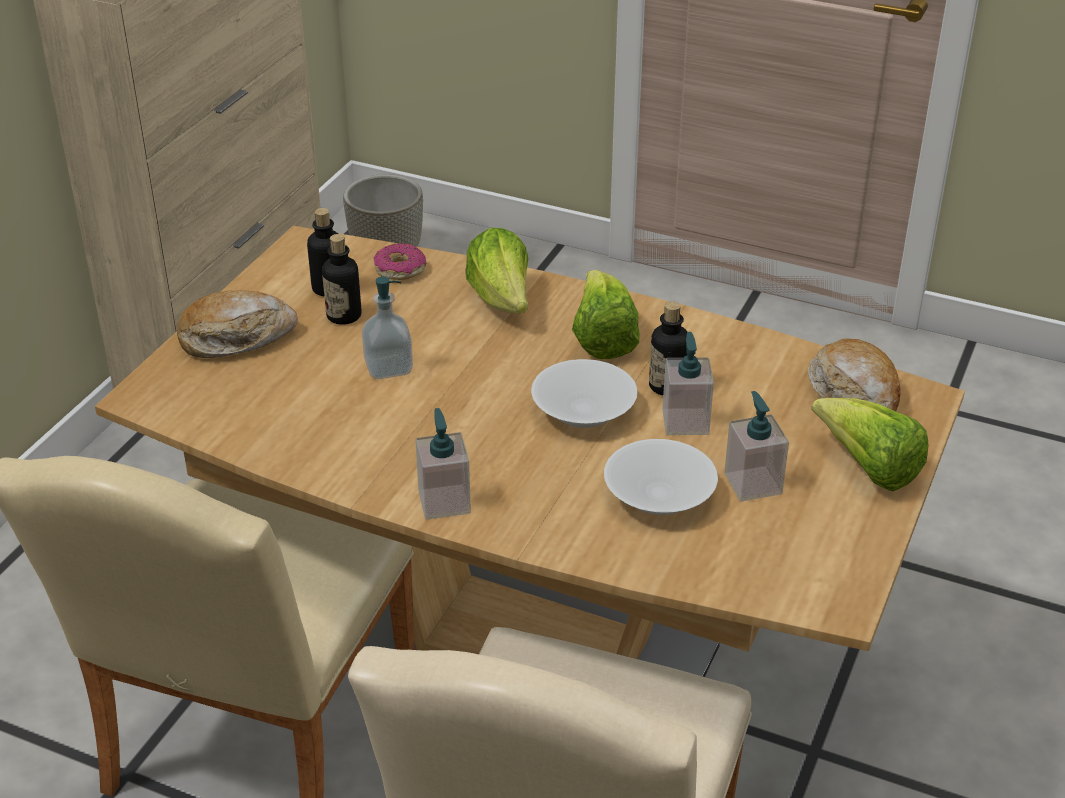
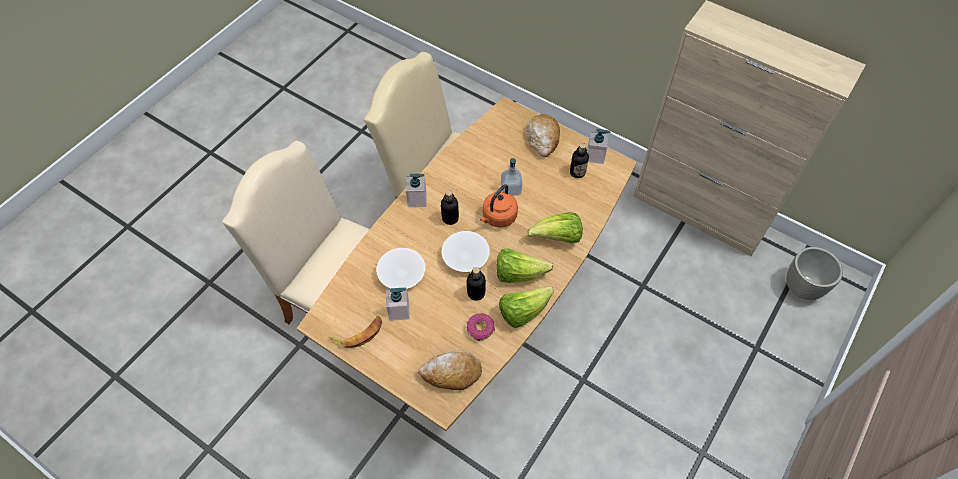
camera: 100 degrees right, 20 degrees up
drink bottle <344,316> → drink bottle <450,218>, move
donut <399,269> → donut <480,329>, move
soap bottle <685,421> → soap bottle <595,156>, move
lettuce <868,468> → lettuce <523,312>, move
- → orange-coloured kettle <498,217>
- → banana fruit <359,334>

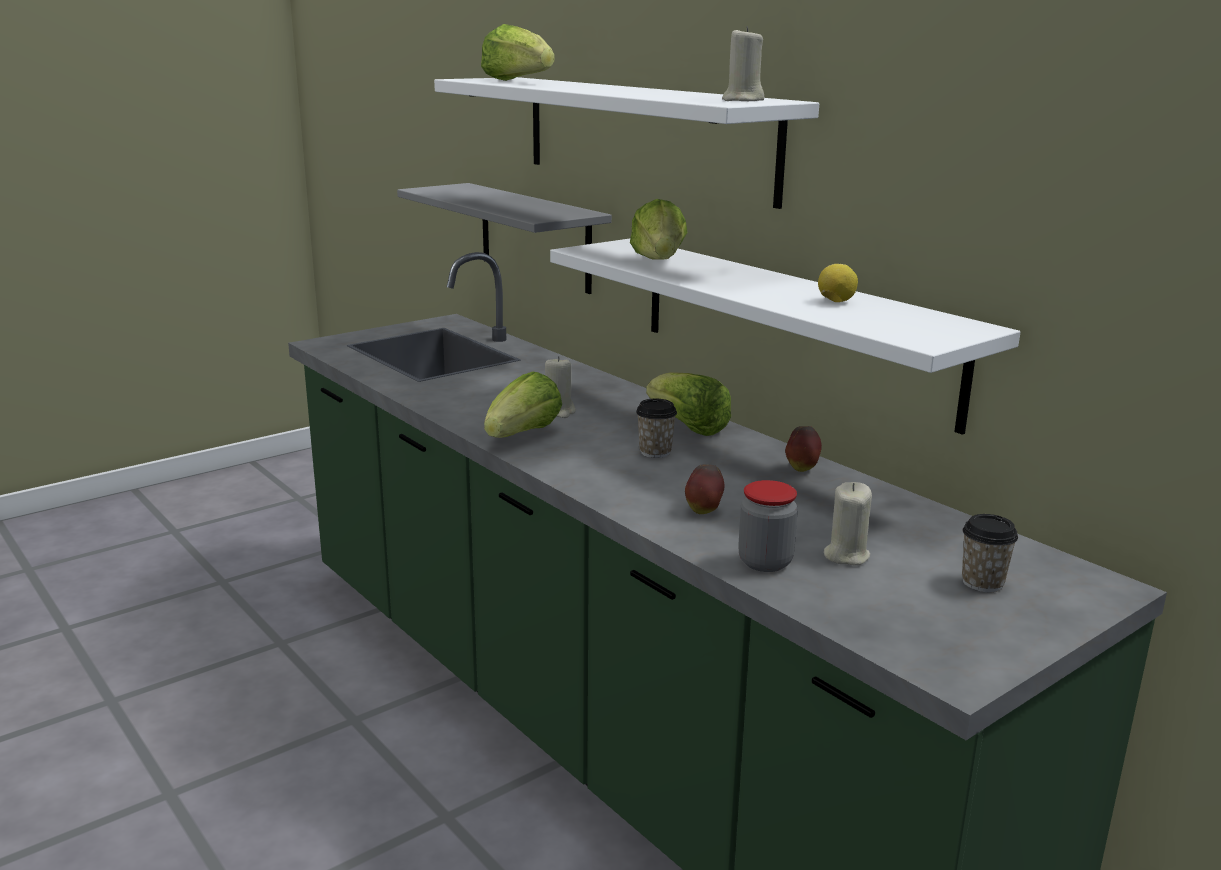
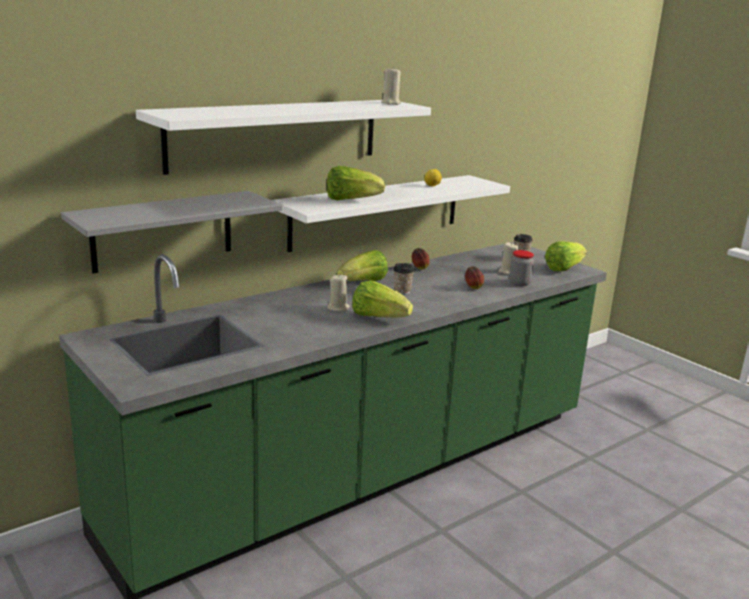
camera: 90 degrees left, 0 degrees up
lettuce <518,81> → lettuce <563,268>, move

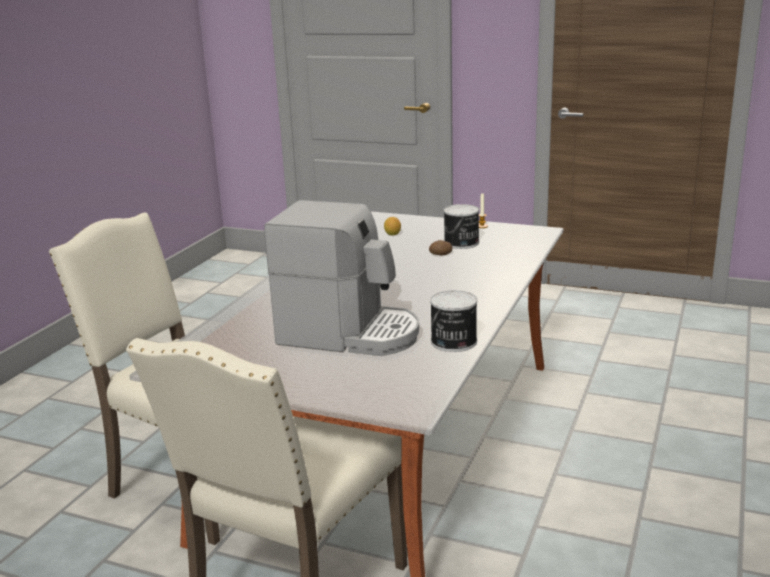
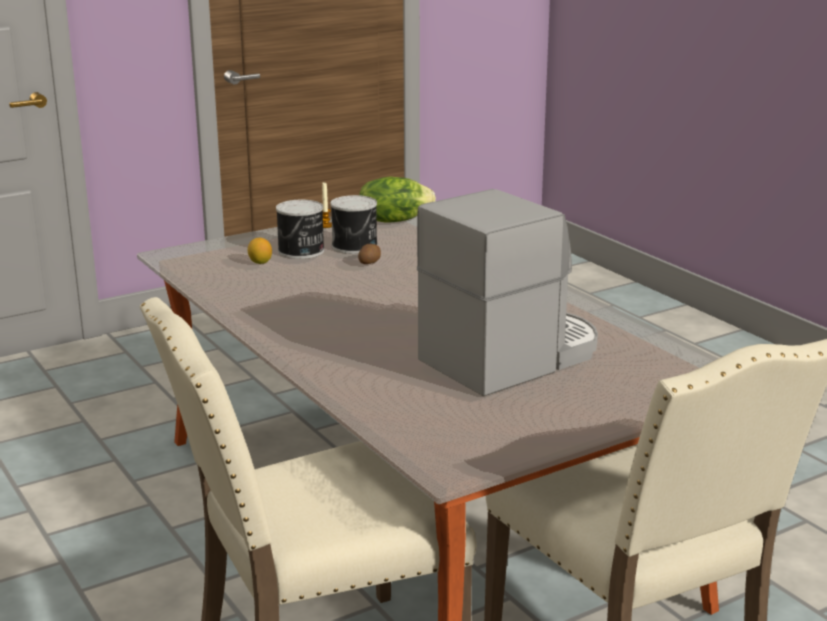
camera: 55 degrees left, 0 degrees up
can <453,342> → can <301,251>, move
- → lettuce <394,220>

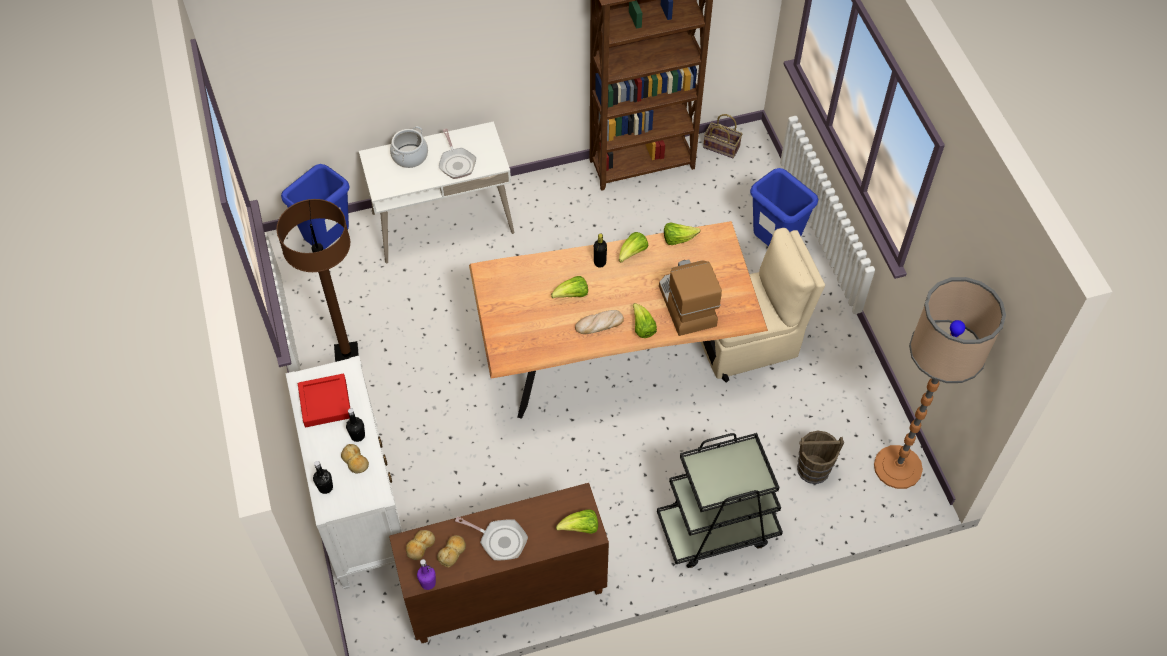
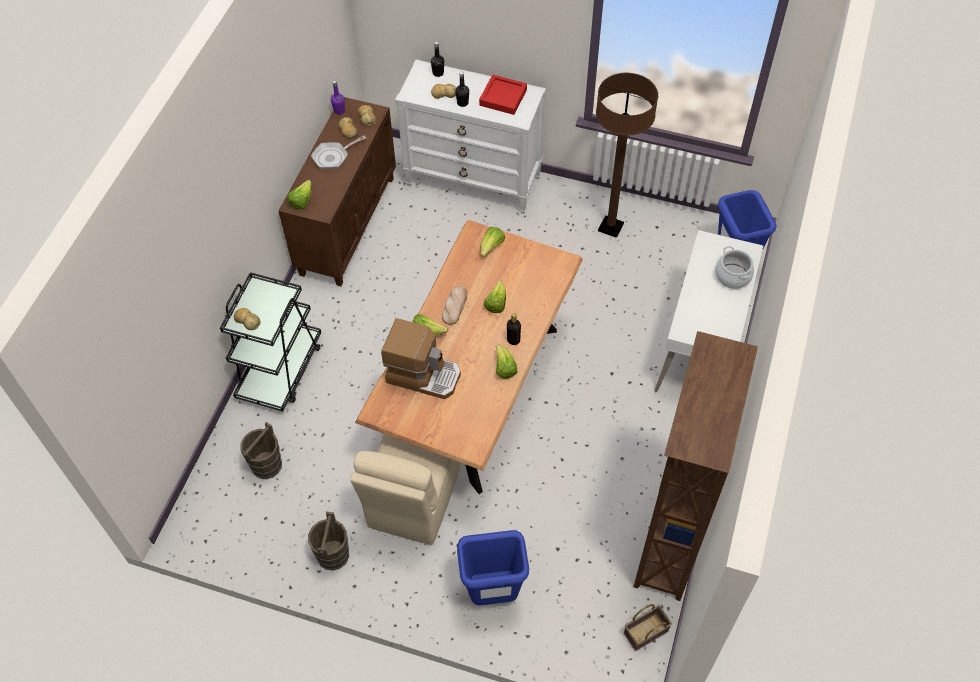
camera: 125 degrees right, 0 degrees up
skillet <456,163> → -
lettuce <678,239> → lettuce <491,247>, move
floor lamp <898,467> → -
- → baked bread <247,321>
- → brown-coloured bucket <333,555>

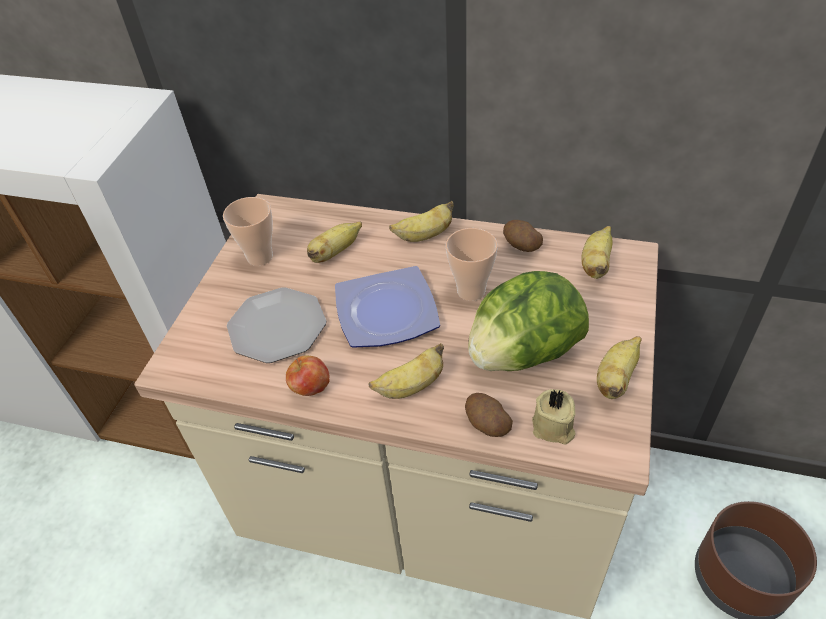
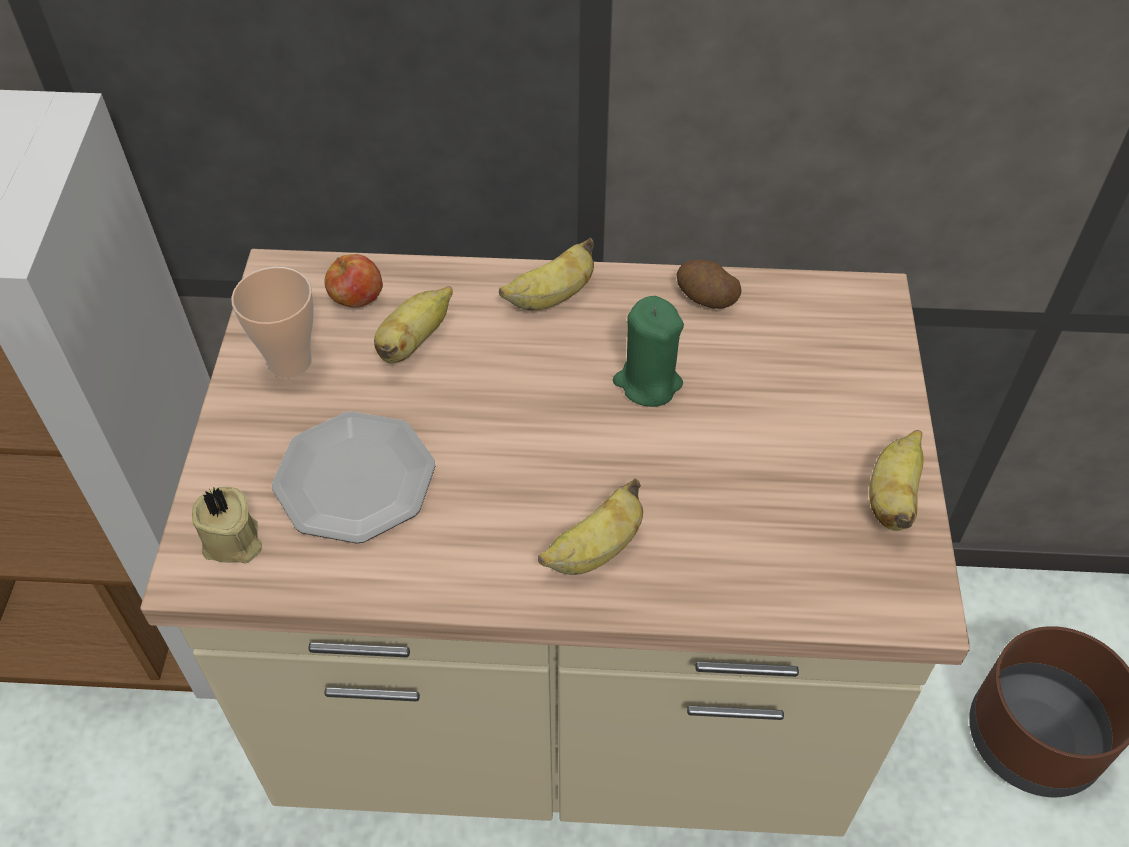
camera: 15 degrees left, 5 degrees up
banana fruit <595,264> → -
cup <471,291> → green candle <647,383>
plate <385,314> → -
lettuce <523,353> → -
whole apple <310,388> → whole apple <357,301>, move
beige candle <553,428> → beige candle <232,542>, move
spud <486,424> → -

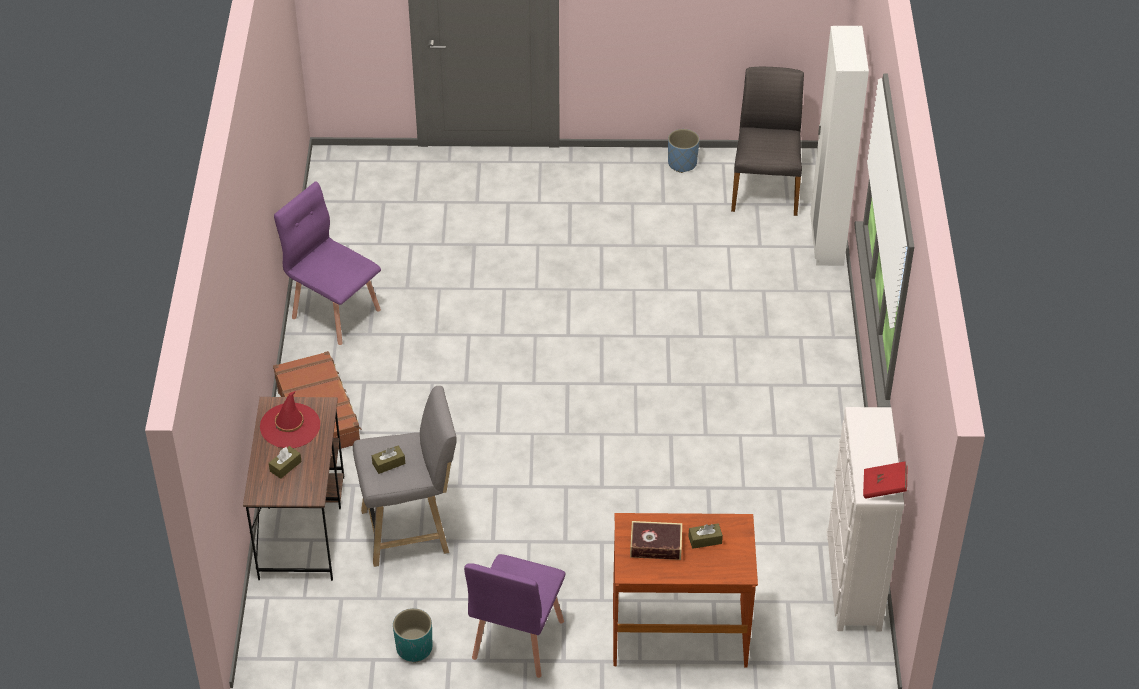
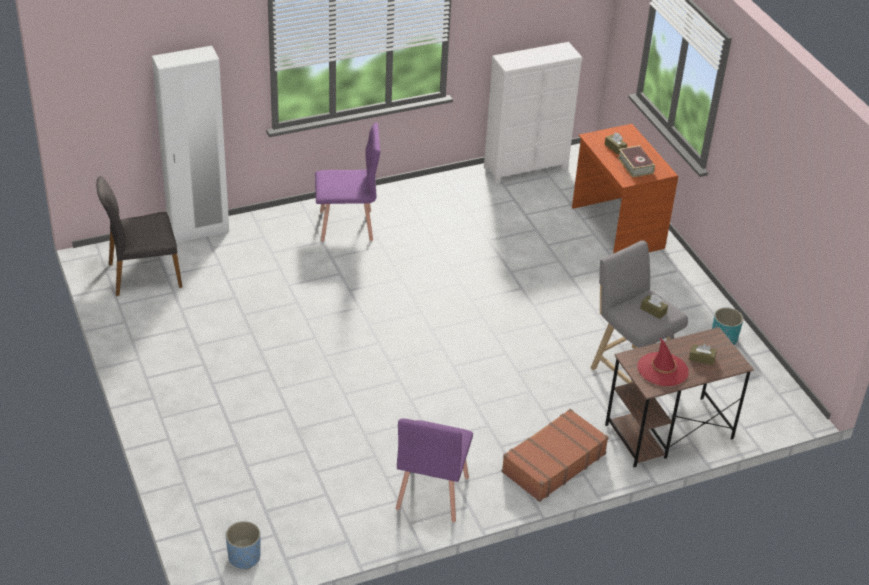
camera: 115 degrees left, 5 degrees down
blue plant pot <682,163> → blue plant pot <244,557>, move
red bound book <884,488> → -
purple-coloured plain chair <517,640> → purple-coloured plain chair <347,226>, move

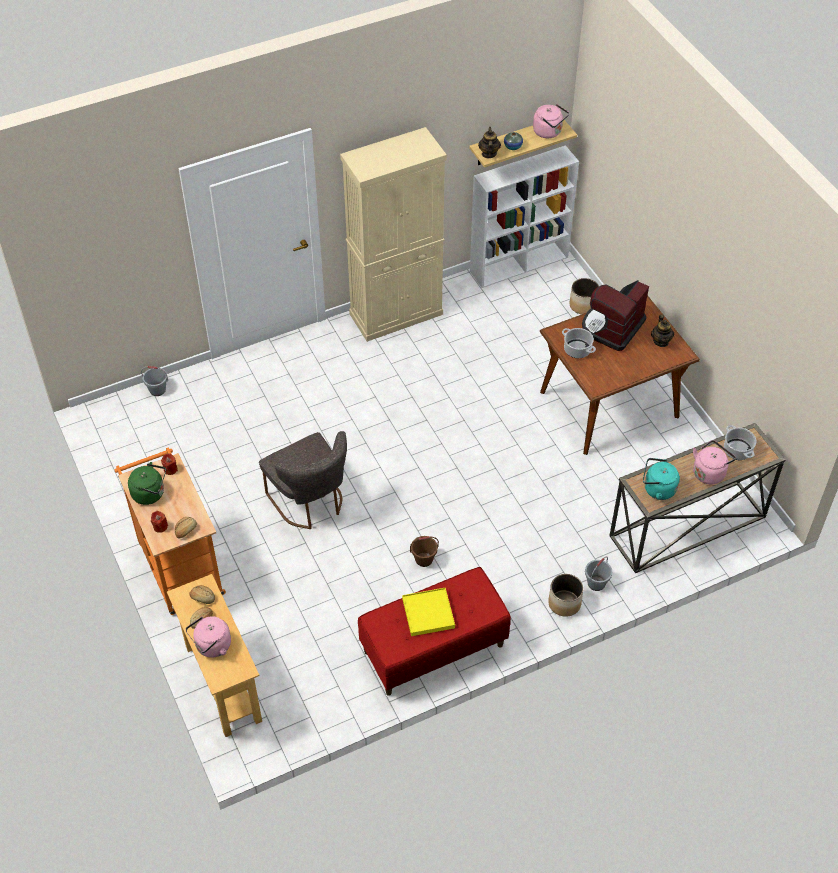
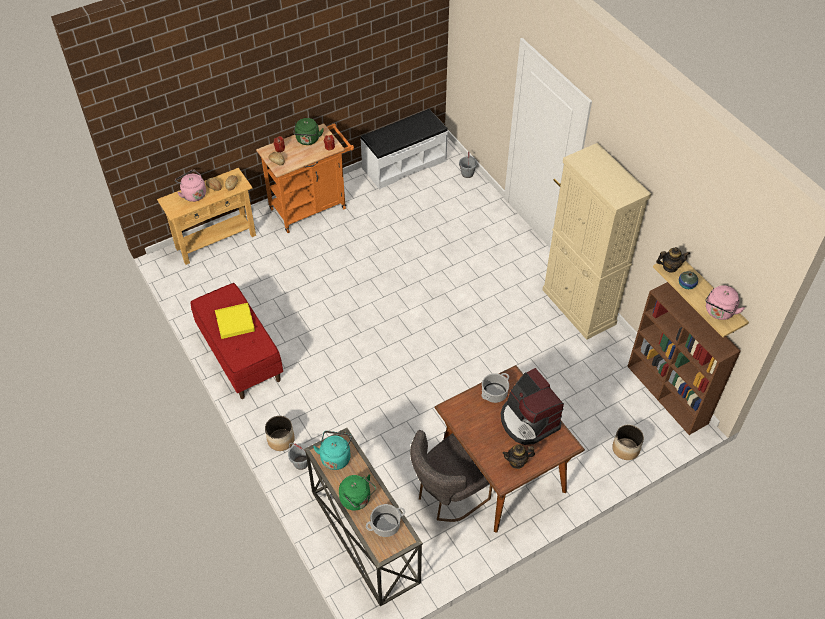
camera: 85 degrees right, 0 degrees up
white-coloured bookcase <520,264> → brown-coloured bookcase <668,395>
coffee machine <612,327> → coffee machine <528,421>, 150 degrees counterclockwise
gray plain chair <310,503> → gray plain chair <447,495>, move
pink-coloured kettle <709,472> → green kettle <357,500>
brown-coloured bucket <424,559> → -
- → white-coloured bench <404,164>

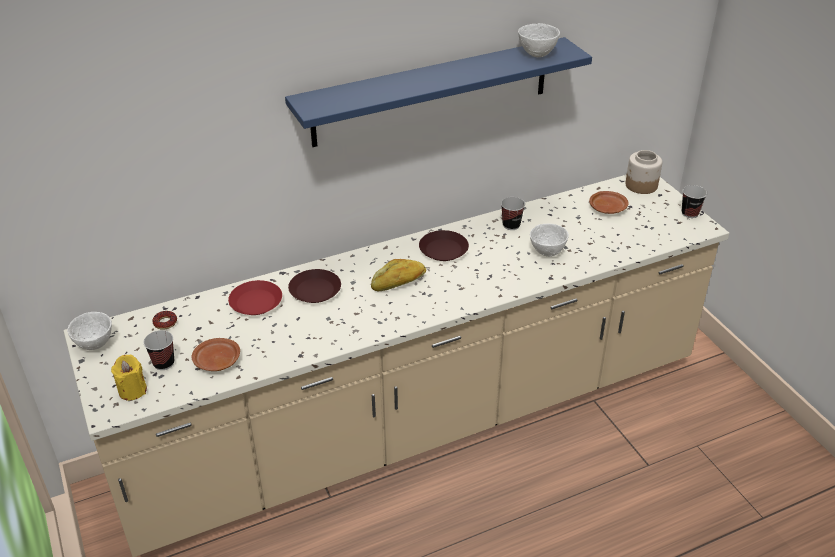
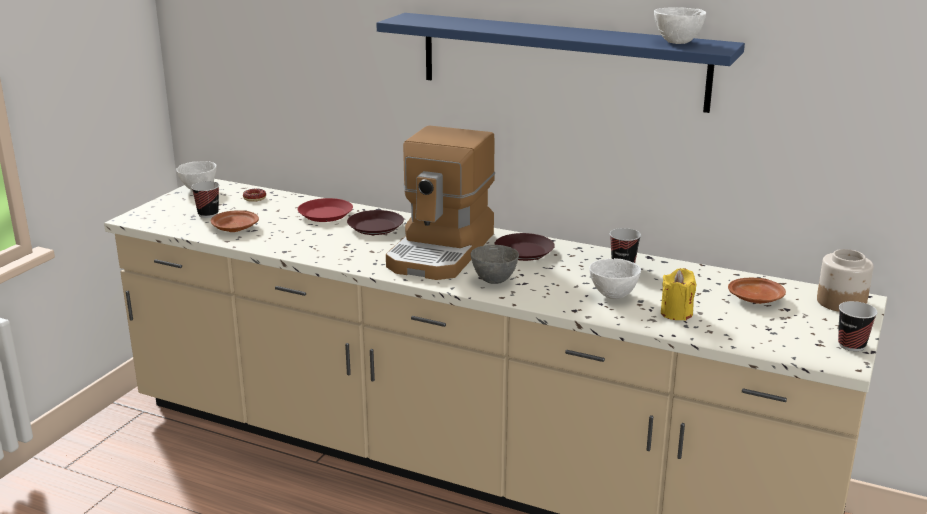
camera: 50 degrees right, 15 degrees down
baked bread <399,282> → coffee machine <442,251>
yellowish candle <132,390> → yellowish candle <676,313>, move
- → gray bowl <493,280>

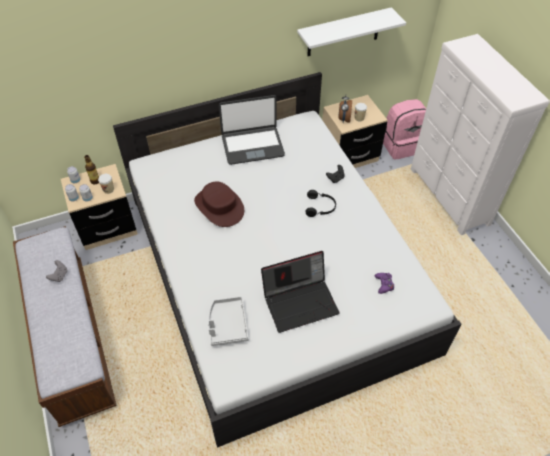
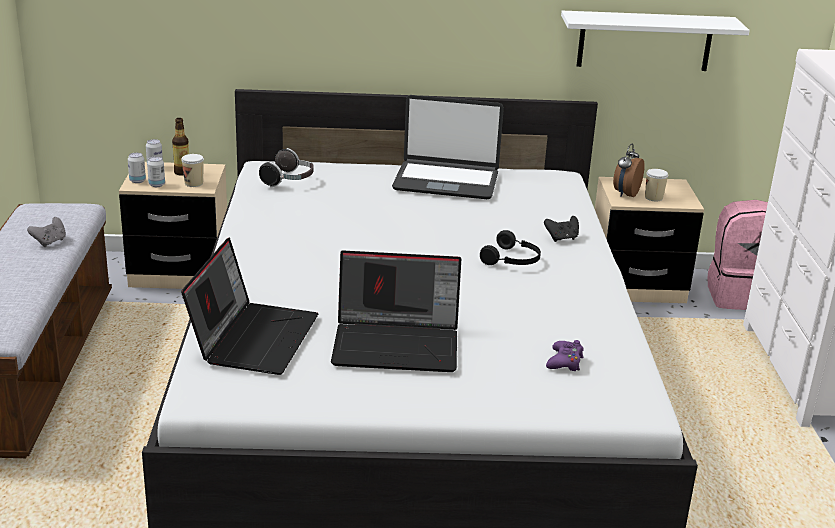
camera: 20 degrees right, 25 degrees down
brown-coloured clothing hat <219,206> → -
gray carrying tray <227,325> → portable computer <253,337>
- → headset <289,181>

